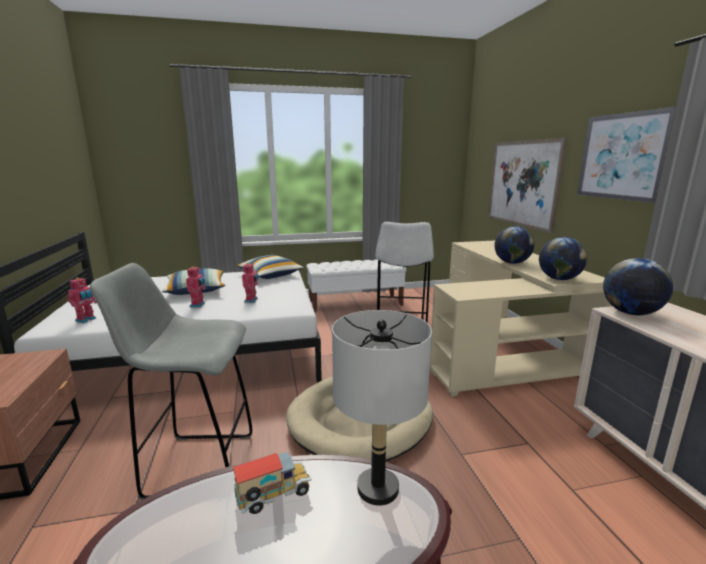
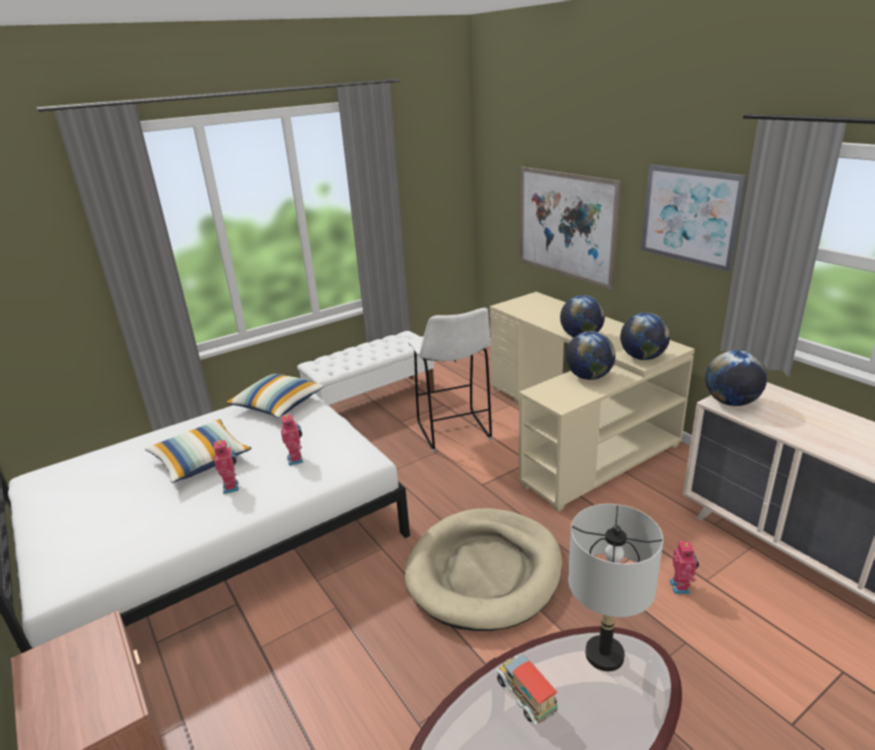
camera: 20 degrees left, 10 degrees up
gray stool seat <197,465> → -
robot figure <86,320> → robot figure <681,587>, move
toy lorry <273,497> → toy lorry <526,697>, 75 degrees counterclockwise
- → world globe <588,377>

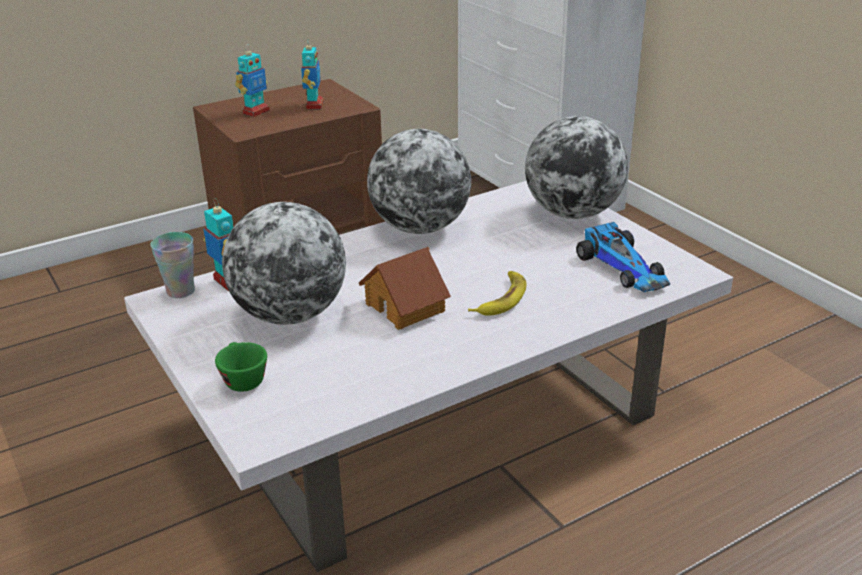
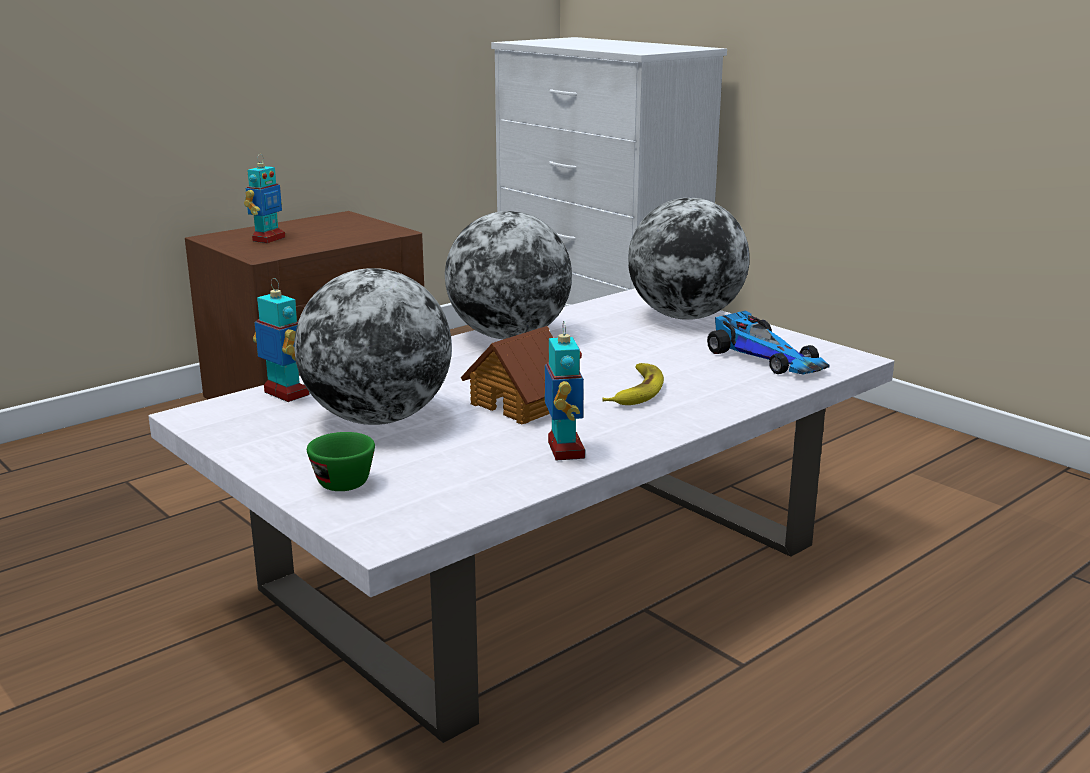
camera: 10 degrees left, 10 degrees down
robot figure <314,105> → robot figure <564,450>, move
cup <180,291> → -

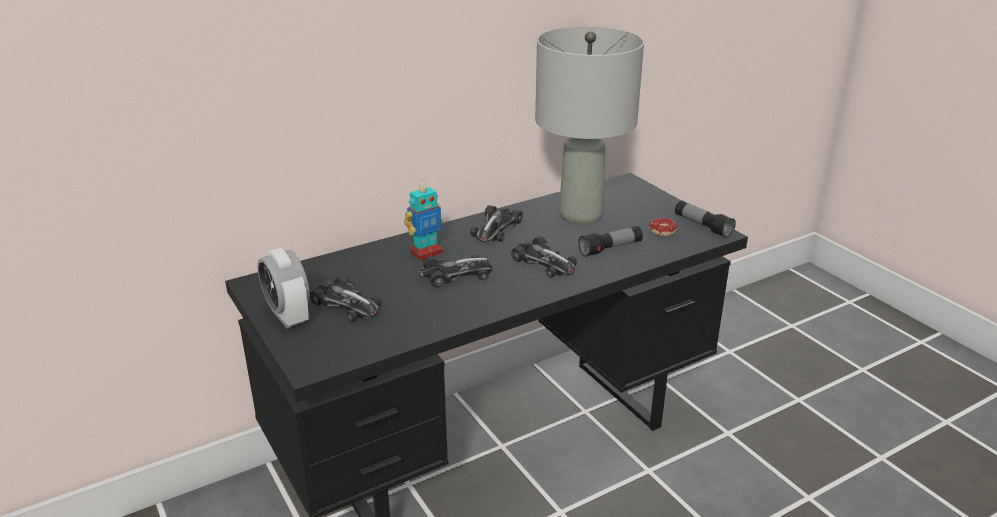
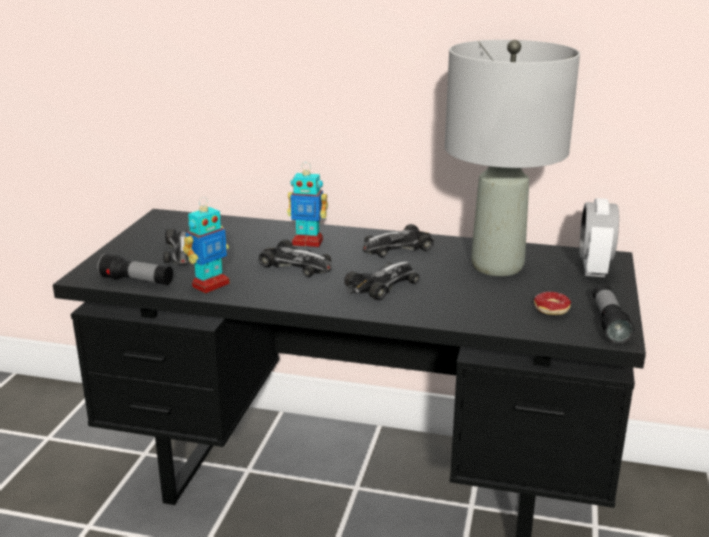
camera: 45 degrees right, 5 degrees down
flashlight <610,249> → flashlight <137,281>, move
model car <544,262> → model car <382,286>, 135 degrees counterclockwise
alarm clock <288,316> → alarm clock <594,268>, move
- → robot figure <210,285>

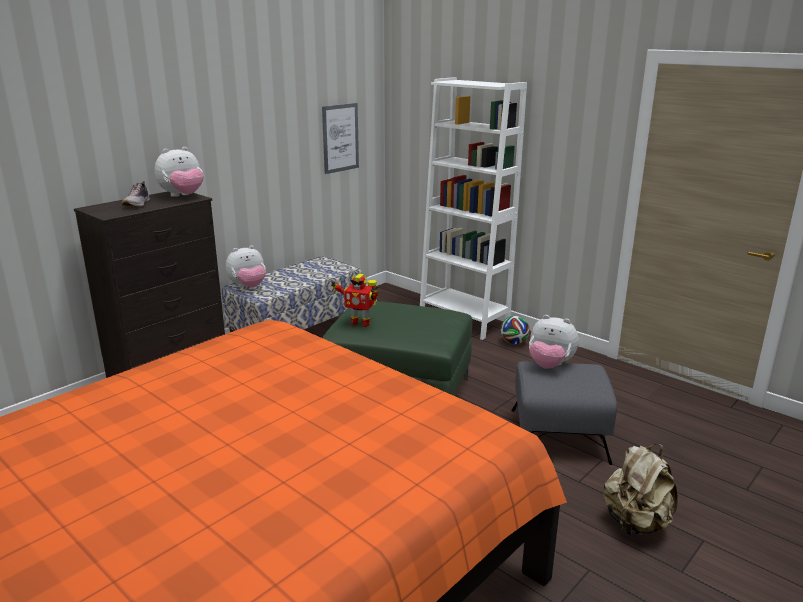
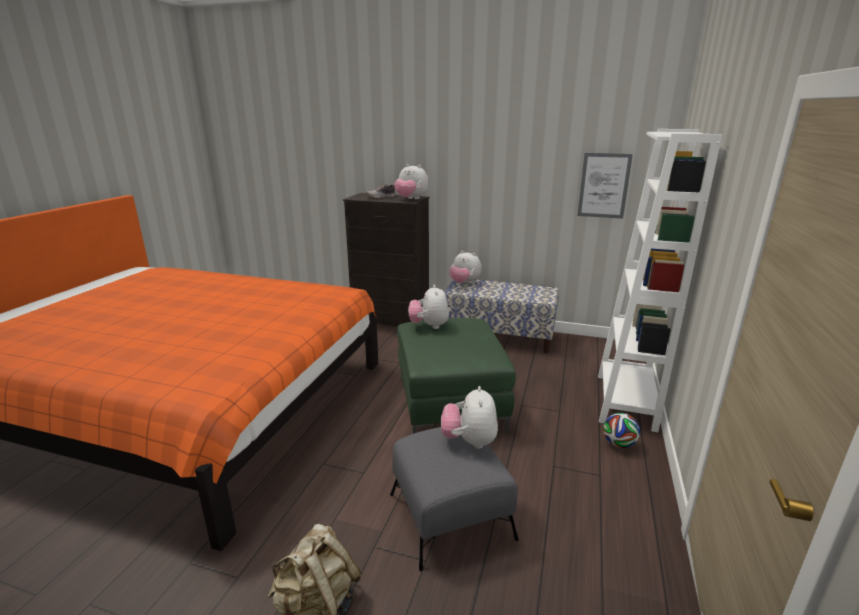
camera: 65 degrees right, 0 degrees up
robot figure <360,323> → plush toy <429,326>

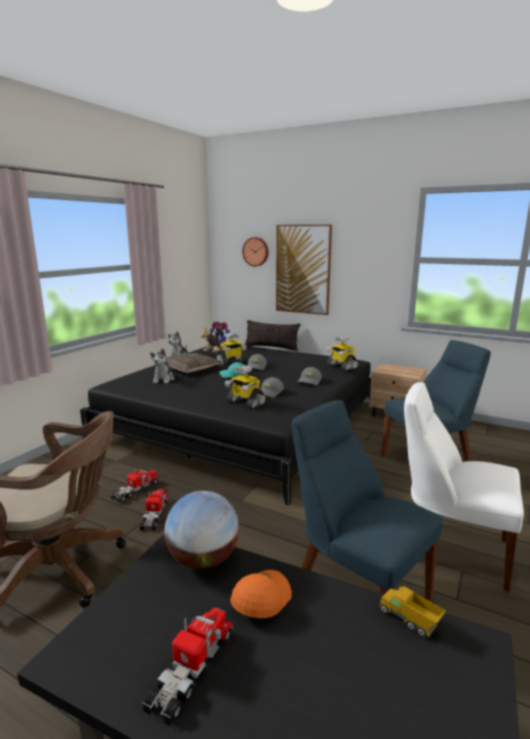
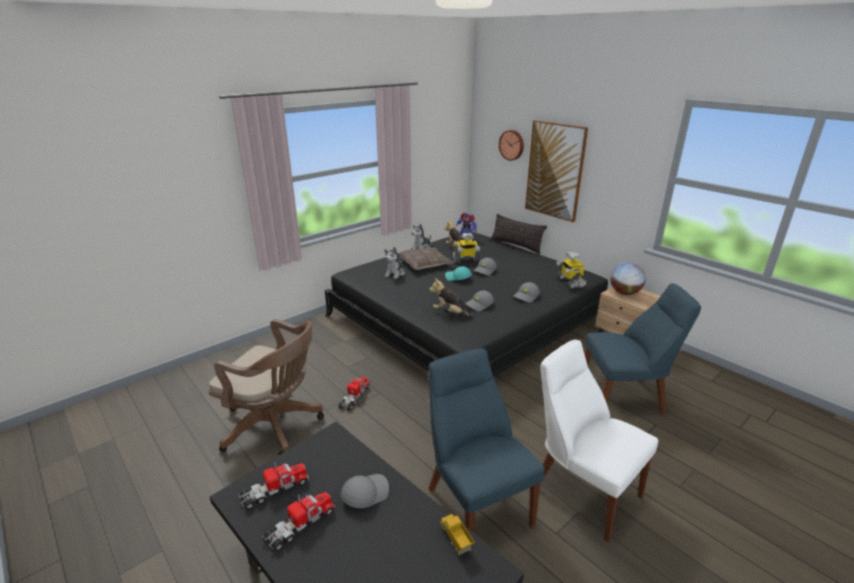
camera: 20 degrees right, 10 degrees up
robot figure <245,402> → plush toy <450,313>
toy lorry <136,490> → toy lorry <274,490>, move
world globe <203,559> → world globe <624,293>, move
orange-coloured cap <260,599> → gray cap <365,493>

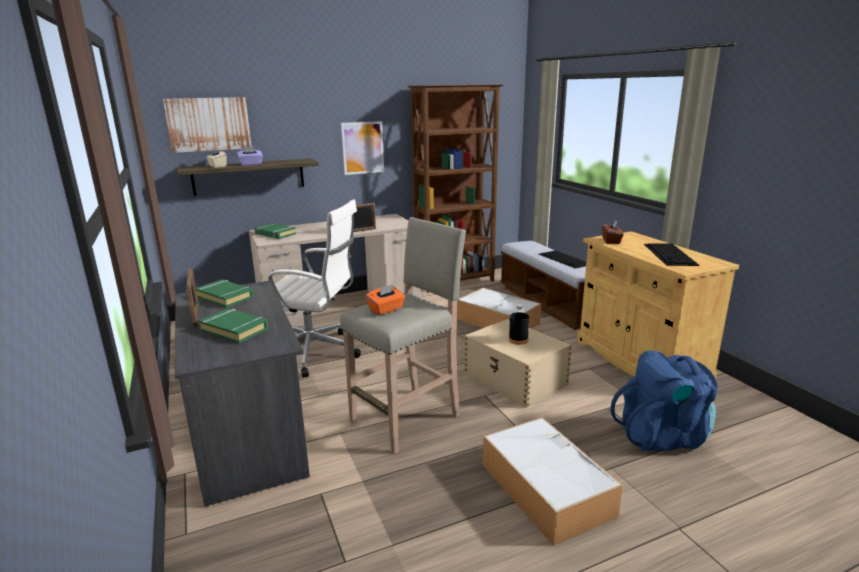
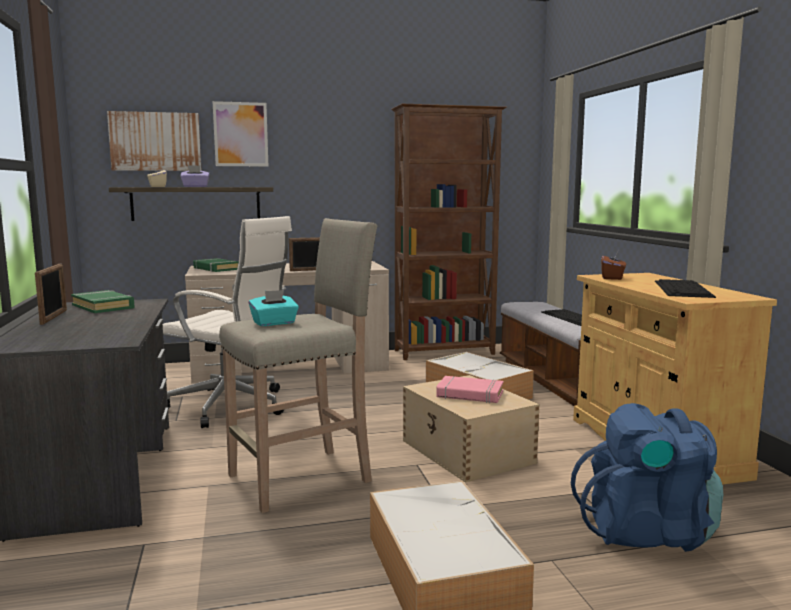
camera: 10 degrees right, 10 degrees down
wall picture <363,148> → wall picture <241,134>, move
orange-coloured tissue holder <386,310> → turquoise-coloured tissue holder <274,323>
blackish drink bottle <518,340> → pink-coloured bound book <470,395>
green bound book <234,329> → -

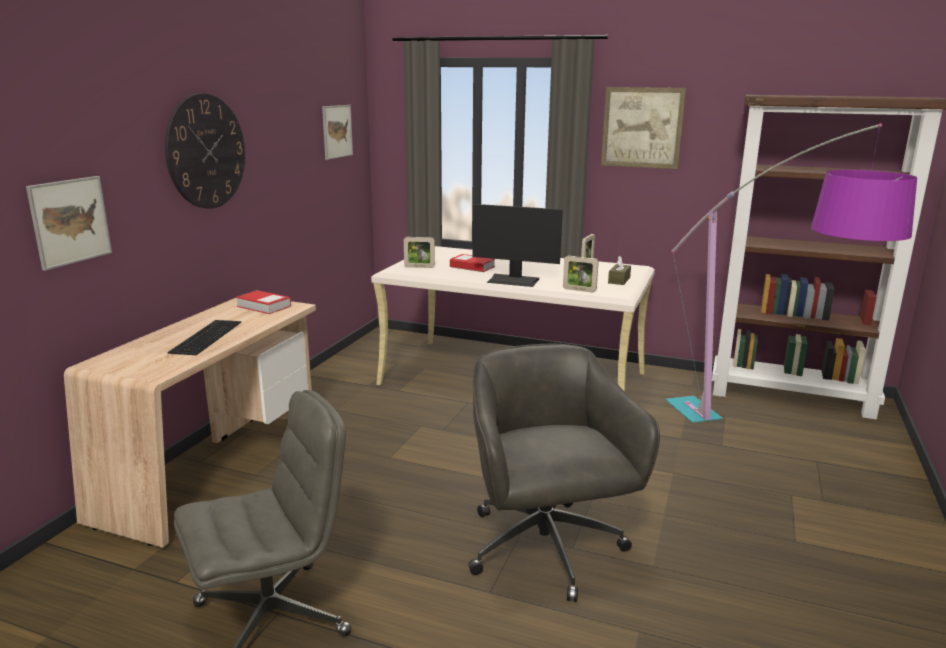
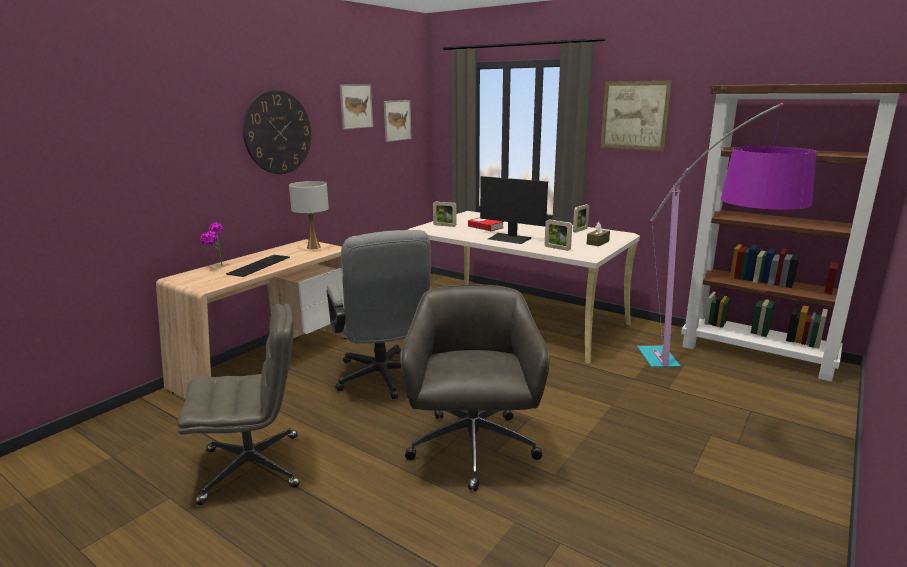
camera: 15 degrees right, 0 degrees up
wall picture <70,221> → wall picture <356,106>, move
bound book <264,306> → white-coloured tabletop lamp <313,247>
- → plant in a pot <216,267>
- → gray computer chair <383,380>

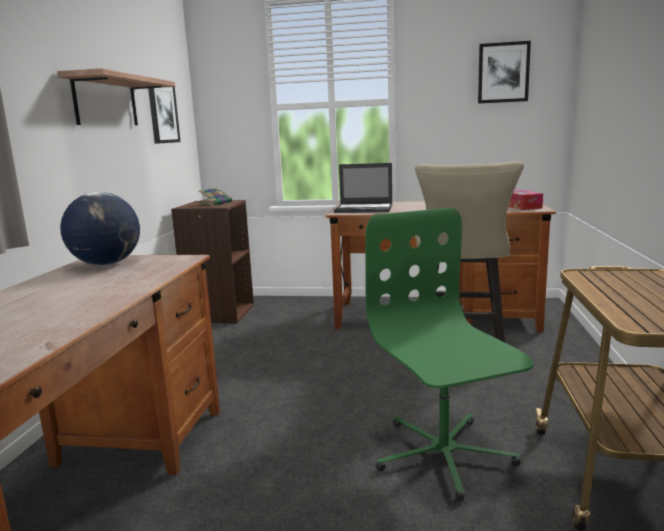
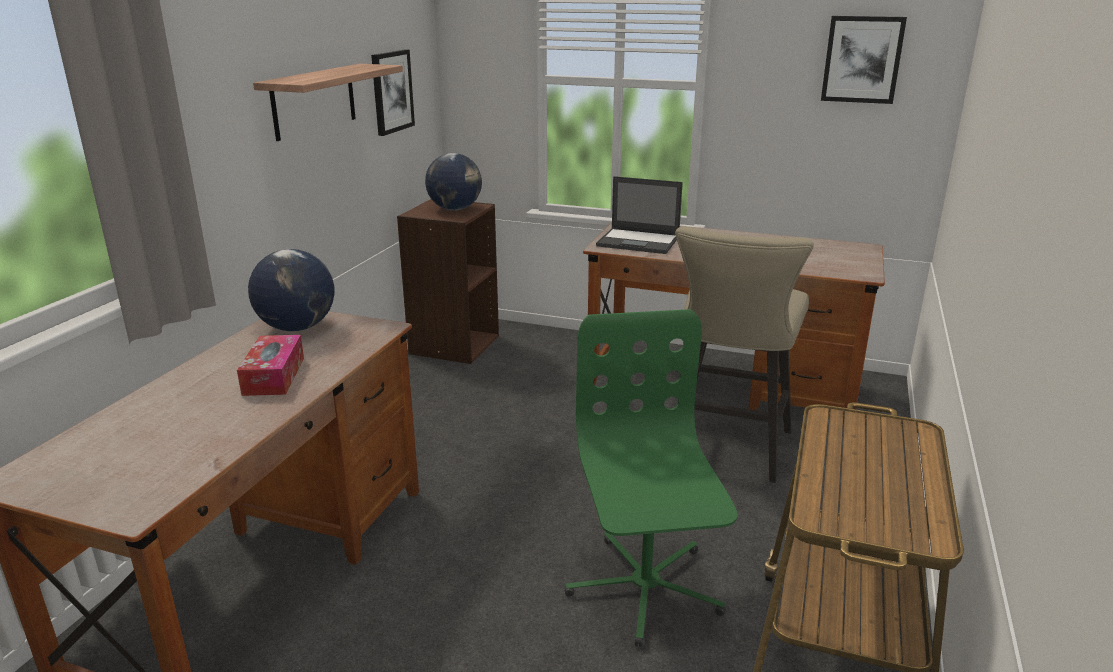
camera: 10 degrees right, 10 degrees up
bound book <216,203> → world globe <455,209>
tissue holder <519,206> → tissue holder <274,376>, move

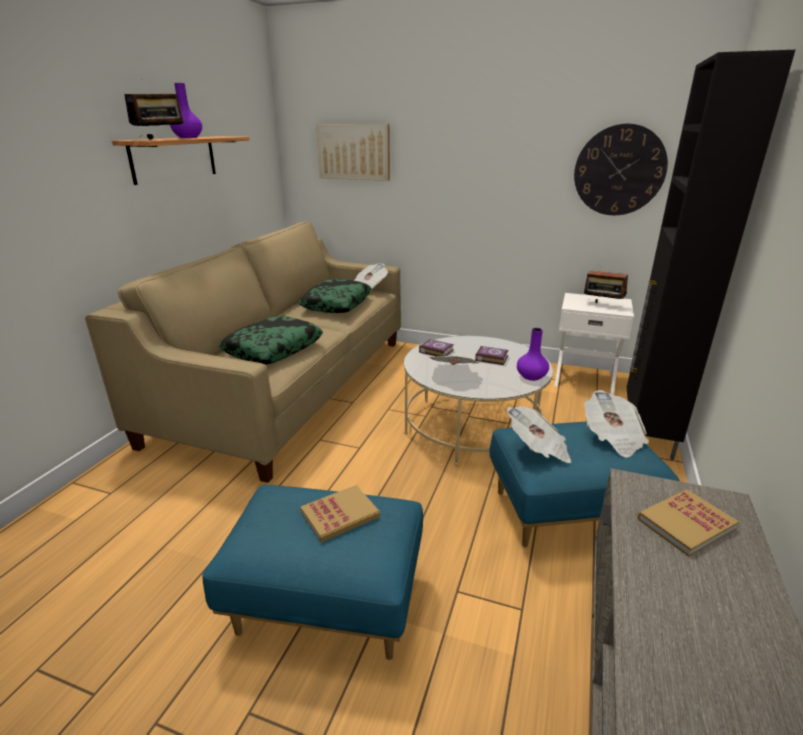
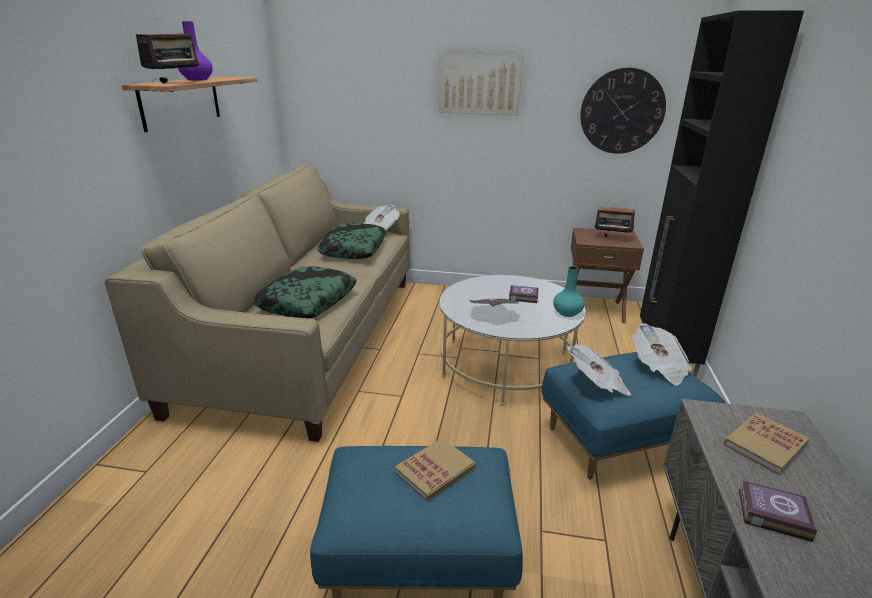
camera: 10 degrees left, 0 degrees up
wall picture <354,152> → wall picture <479,84>, move
white-coloured nightstand <584,379> → brown-coloured nightstand <594,309>
purple-coloured flower vase <531,376> → turquoise-coloured flower vase <567,313>
bound book <436,351> → bound book <771,513>, move

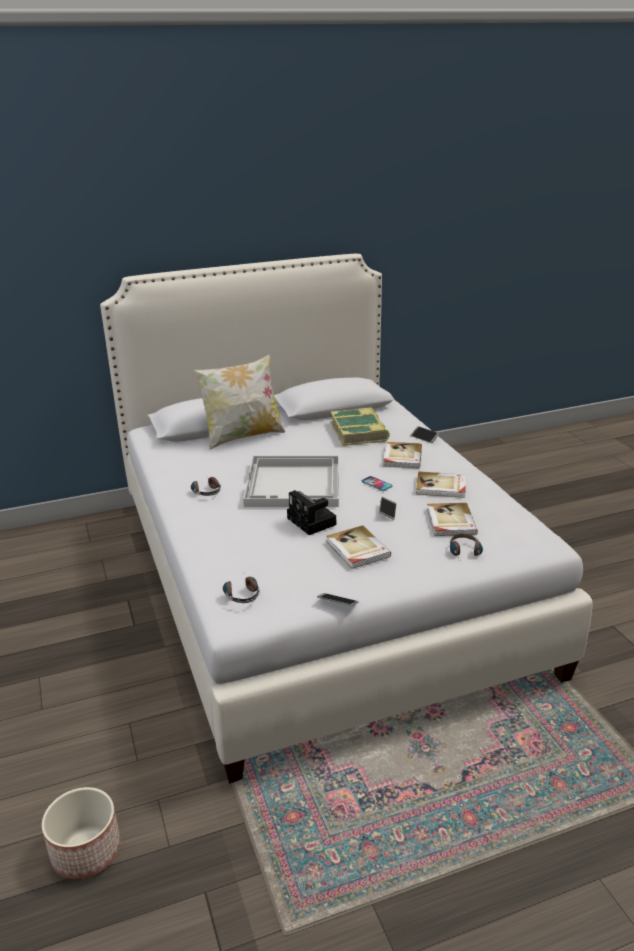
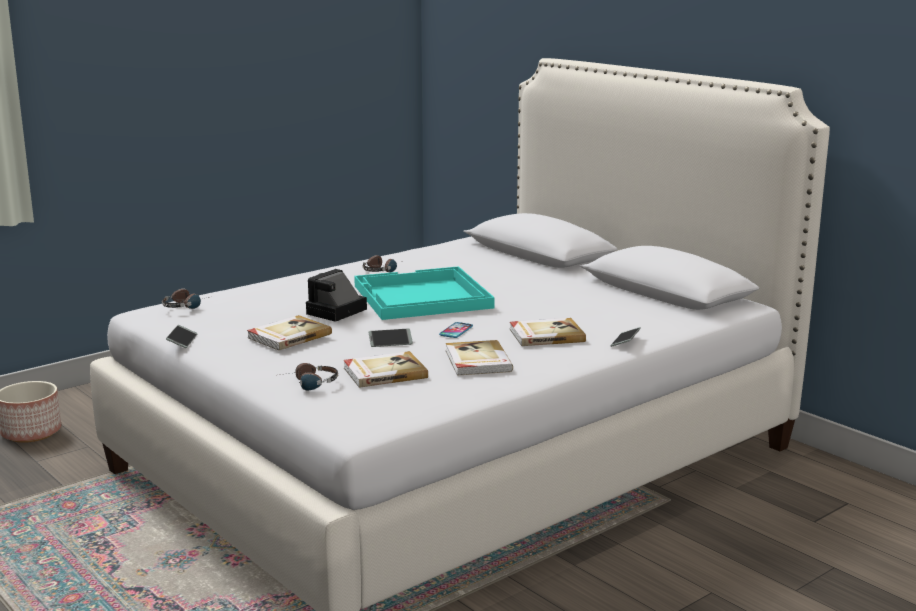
camera: 70 degrees right, 10 degrees down
cushion <242,436> → -
bound book <359,432> → -
white-coloured carrying tray <294,484> → turquoise-coloured carrying tray <421,297>

